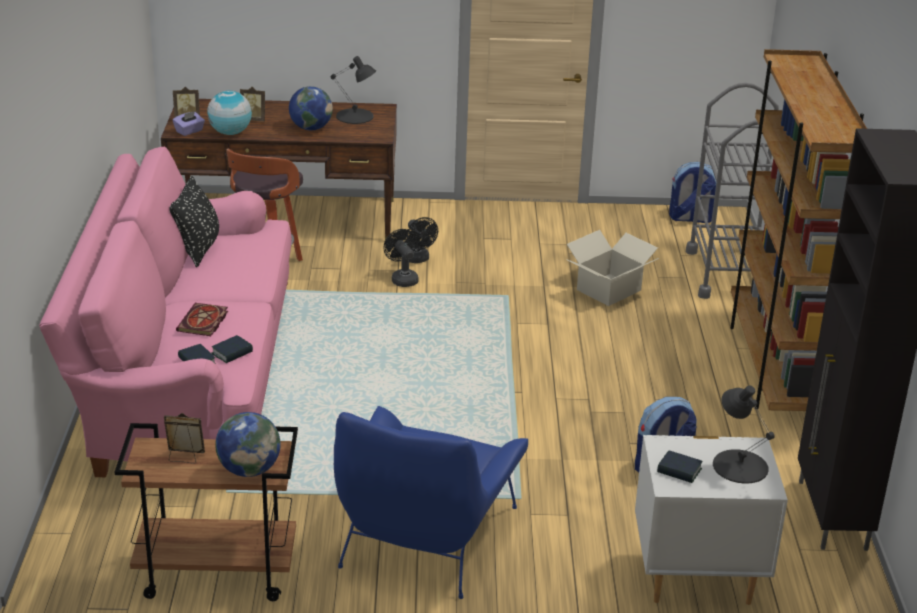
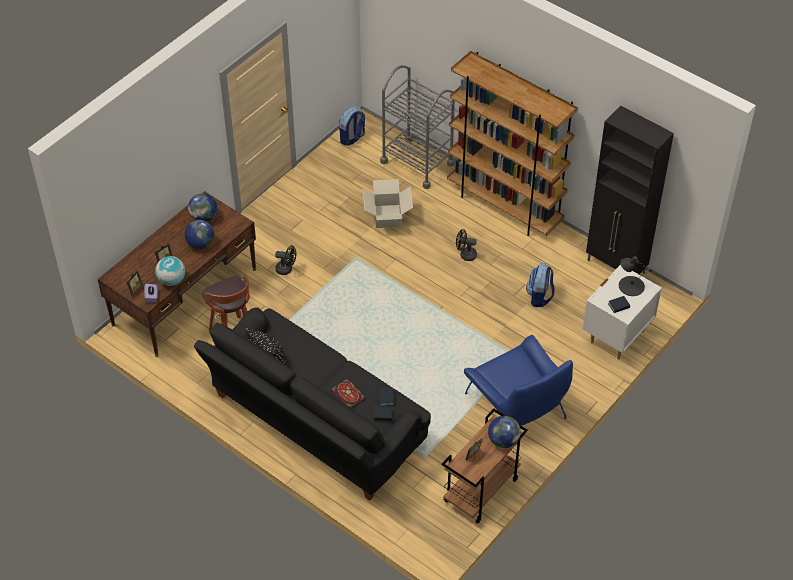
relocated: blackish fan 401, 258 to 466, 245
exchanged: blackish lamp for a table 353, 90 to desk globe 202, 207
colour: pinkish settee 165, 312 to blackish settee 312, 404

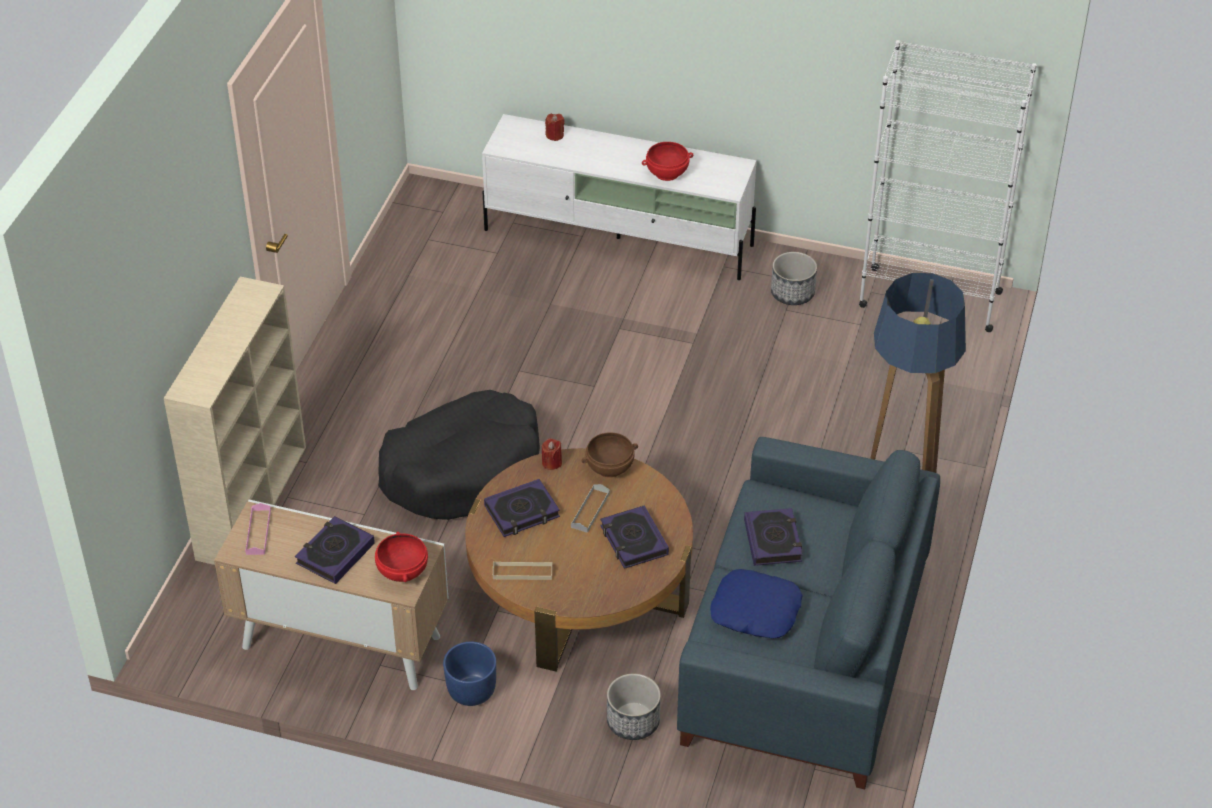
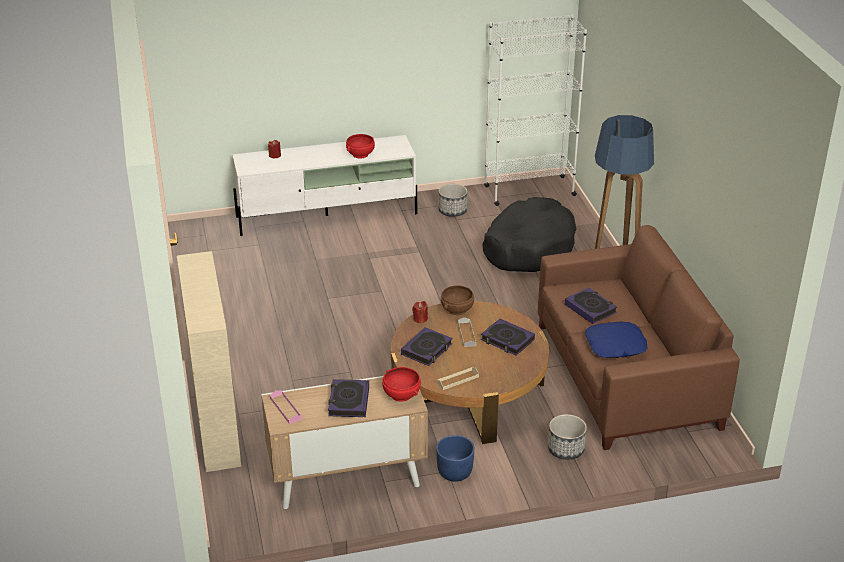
relocated: blackish dog bed 459, 455 to 529, 234
colour: bluish settee 808, 613 to brownish settee 639, 337

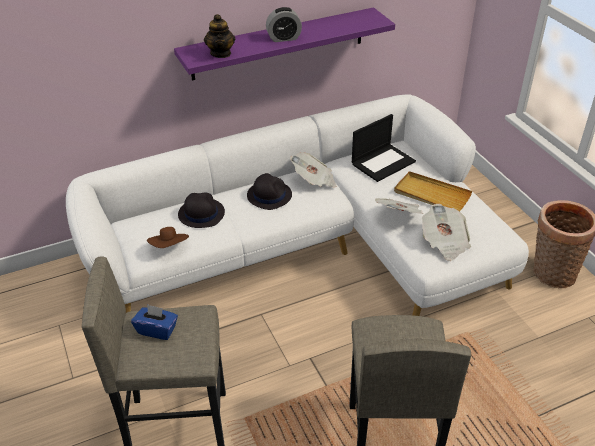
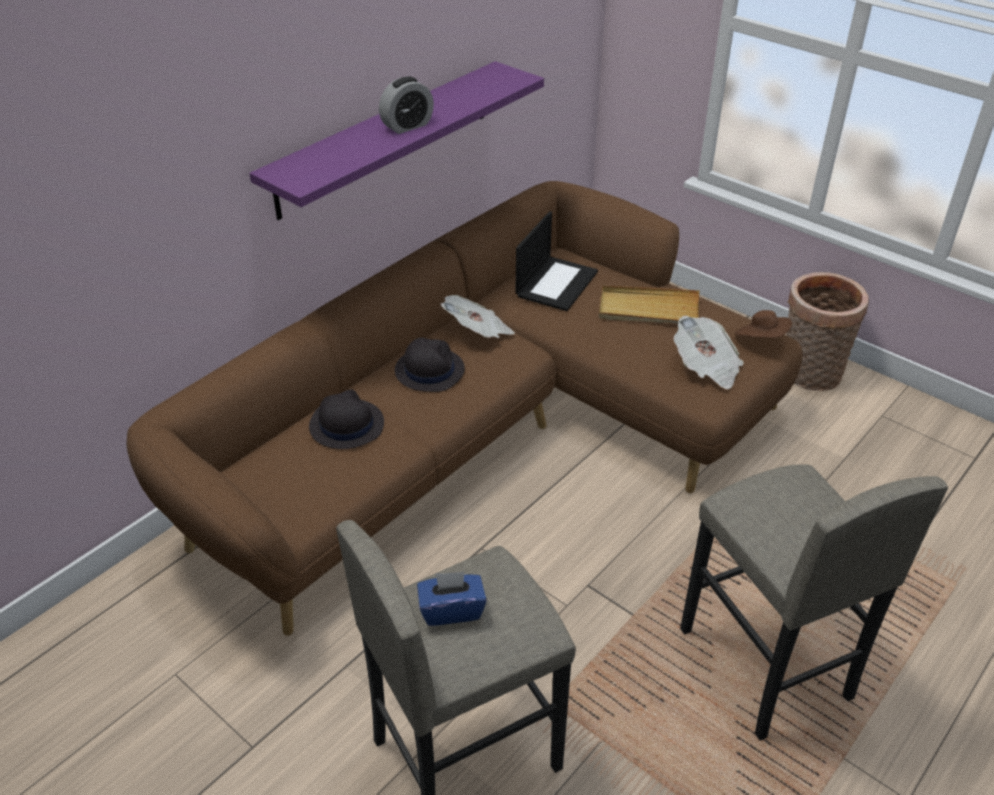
missing: pot for tea 219, 36; daily paper 399, 206
relocated: brownish clothing hat 168, 237 to 763, 324
colour: white settee 297, 205 to brownish settee 465, 408

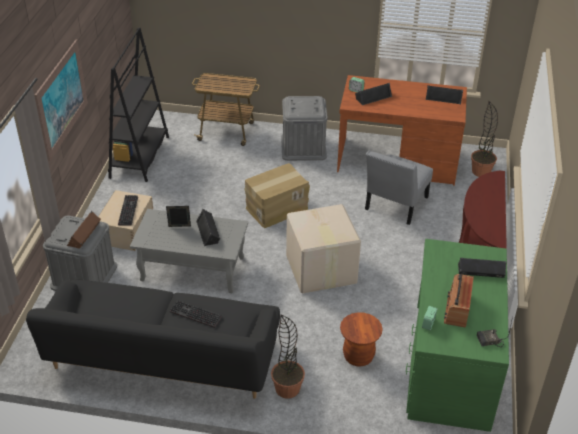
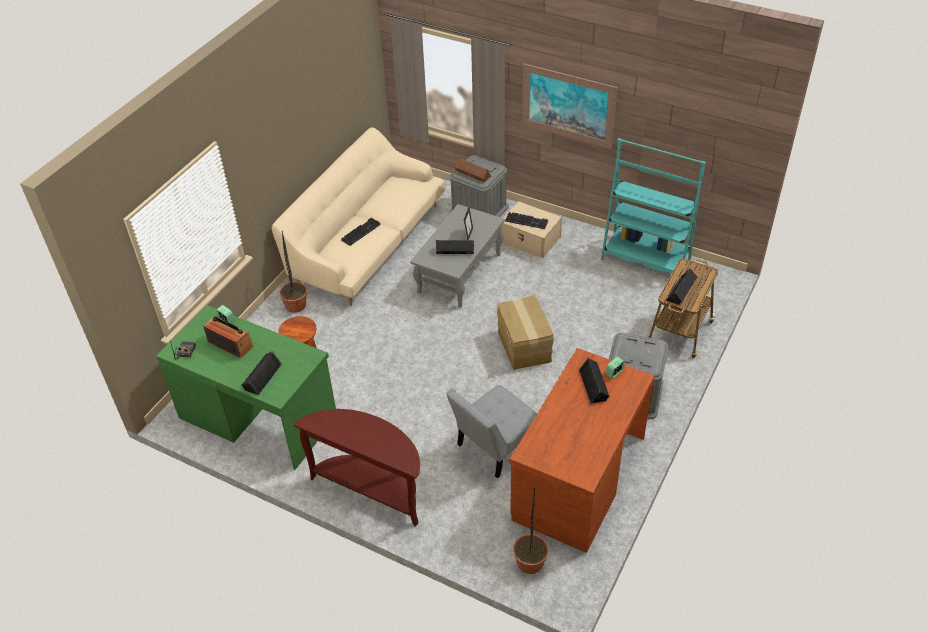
missing: carton 323, 248
relocated: blackish loudspeaker 444, 94 to 682, 286
colour: blackish settee 153, 339 to beige settee 358, 216; blackish bookcase 138, 105 to turquoise-coloured bookcase 653, 207
spun: grey chair 399, 187 = 491, 432 90 degrees counterclockwise

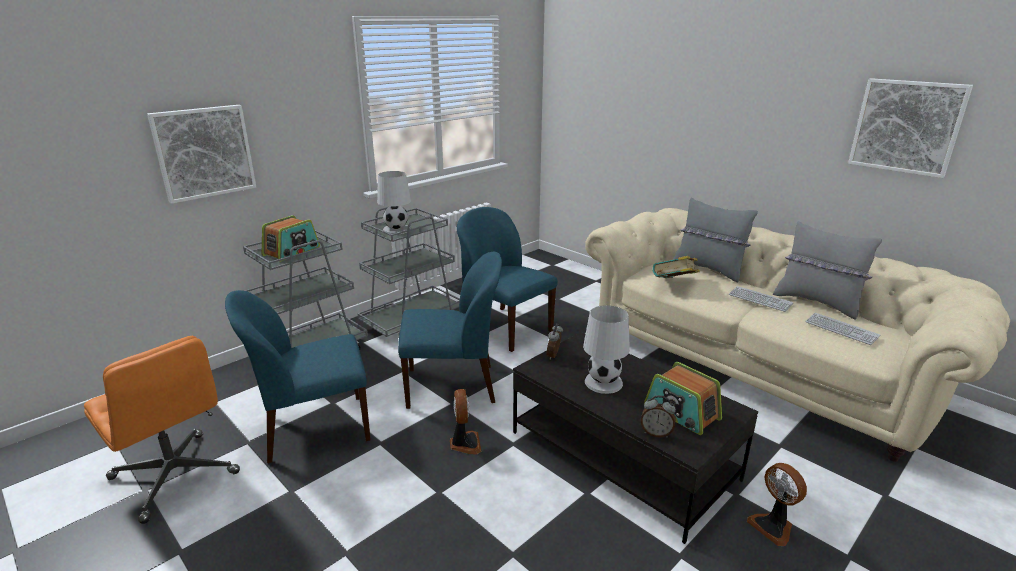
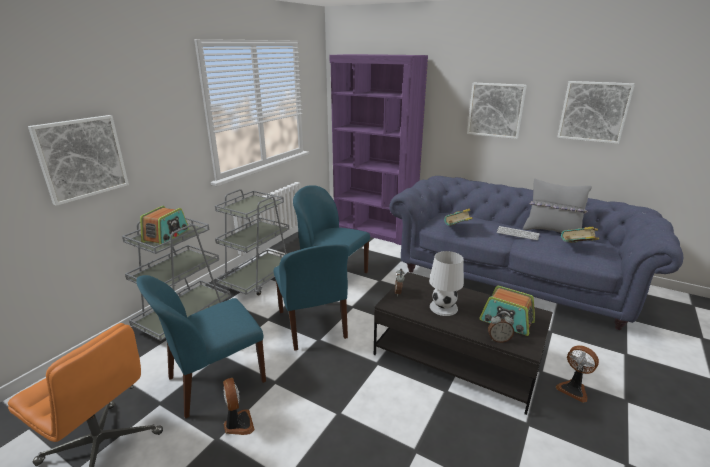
missing: white lamp for a table 394, 202; grey cushion 715, 239
appeared: purple-coloured bookcase 378, 149; picture 497, 111
relocated: fan 466, 422 to 239, 406
exchanged: PC keyboard 842, 329 to bound book 580, 234
colour: beige settee 797, 335 to bluish settee 536, 253
spun: bluish chair 450, 330 = 312, 297 90 degrees clockwise

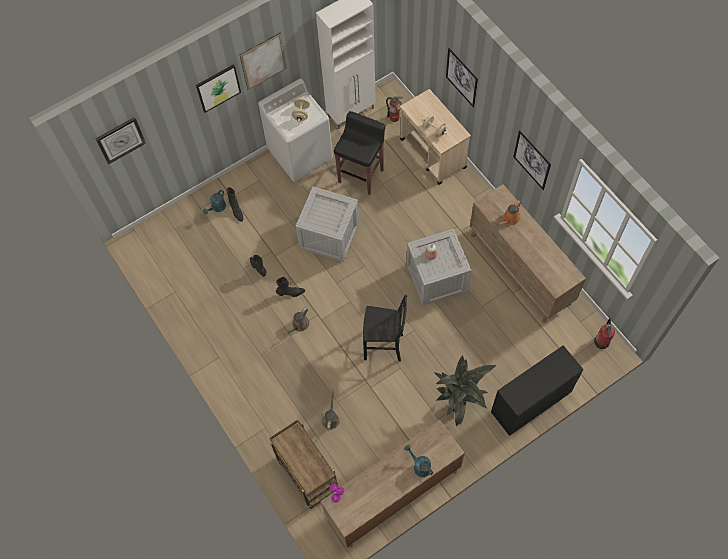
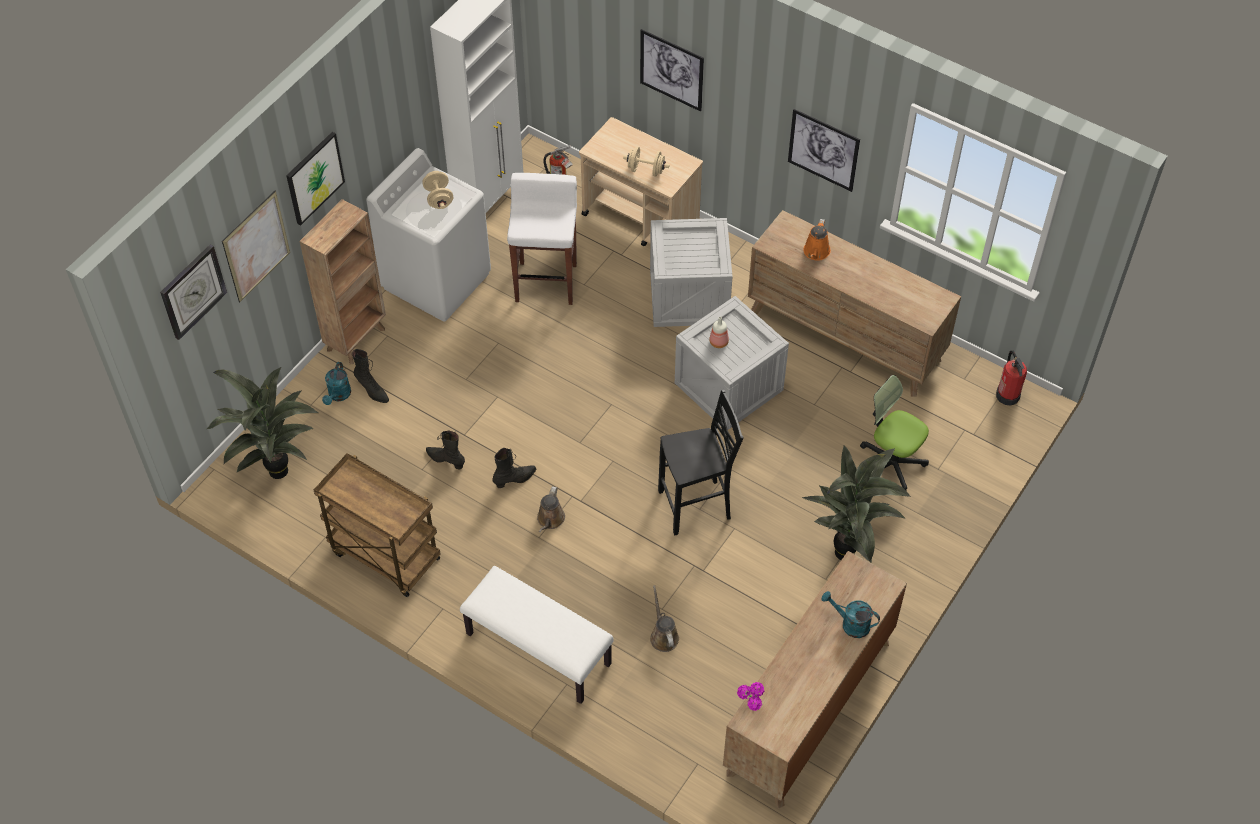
missing: blackish desk 537, 390
appeared: potted plant 262, 423; brownish bookcase 342, 282; white indoor bench 537, 635; computer chair 894, 432
relocated: picture 263, 61 to 256, 246; brownish trolley 303, 464 to 377, 525; crate 327, 224 to 691, 272
colour: blackish stool seat 359, 153 to white stool seat 542, 239

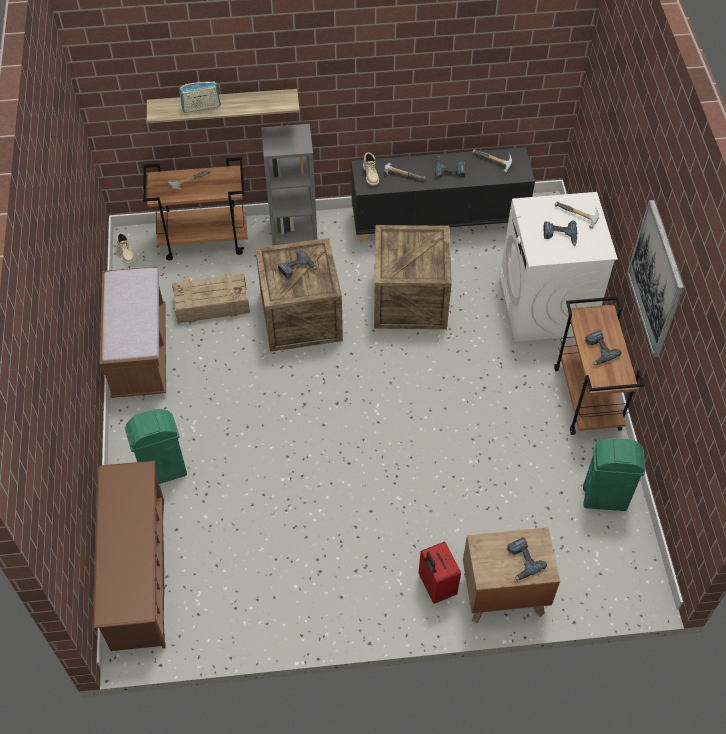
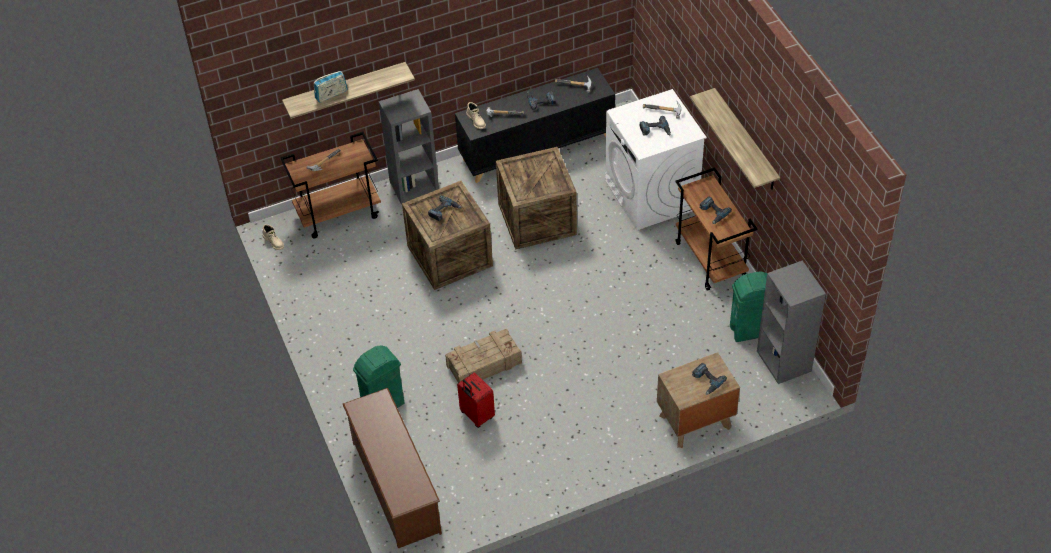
missing: brownish indoor bench 132, 332
appeared: grey bookcase 791, 322
relocated: crate 211, 298 to 483, 356; red piece of luggage 440, 572 to 476, 400
exchanged: picture 656, 279 to shelf 735, 139

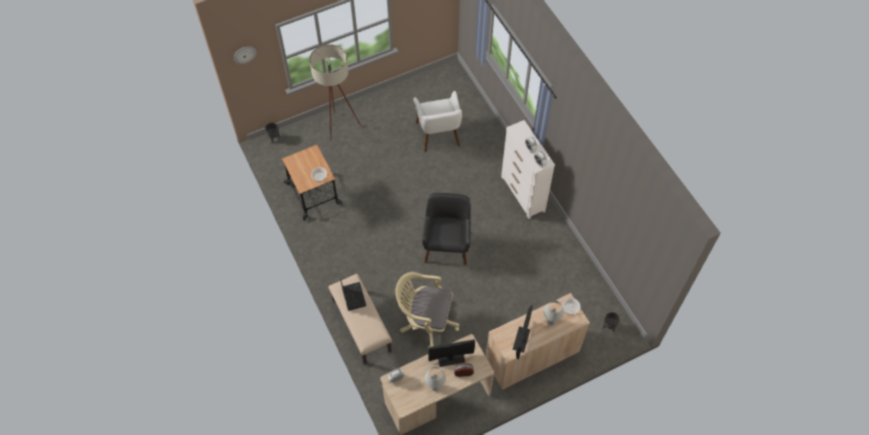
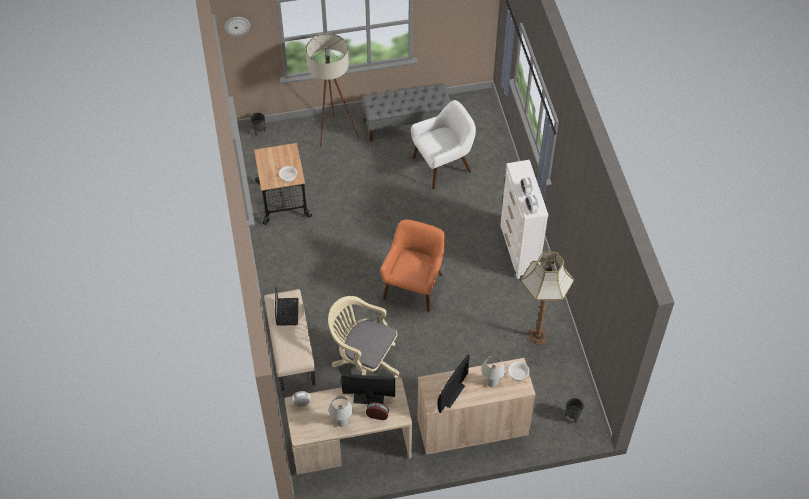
appeared: grey indoor bench 406, 112; standing lamp 547, 298
colour: blackish armchair 446, 229 to orange-coloured armchair 412, 266
spun: white armchair 437, 121 = 443, 144 120 degrees counterclockwise

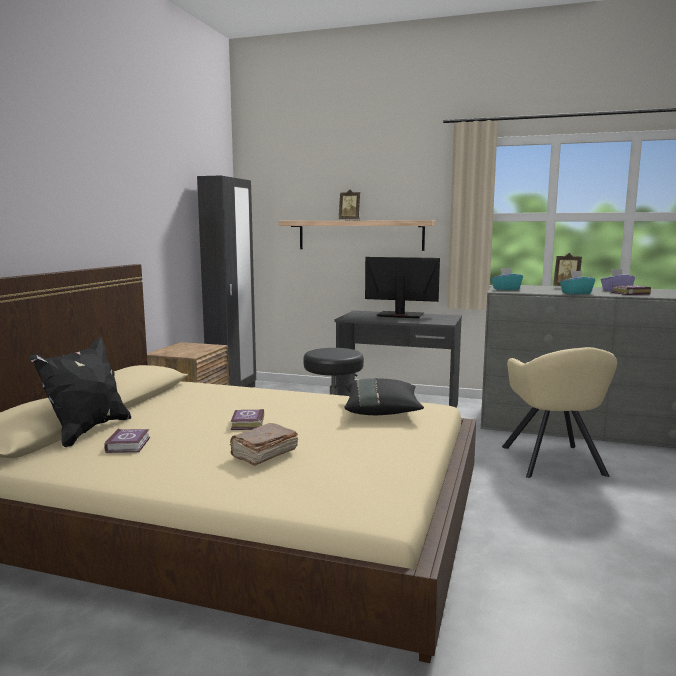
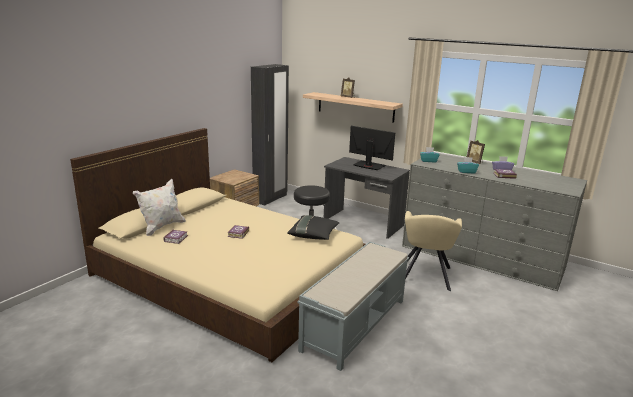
missing: brownish bound book 264, 444
appeared: grey indoor bench 353, 306
colour: blackish cushion 80, 392 to white cushion 159, 207

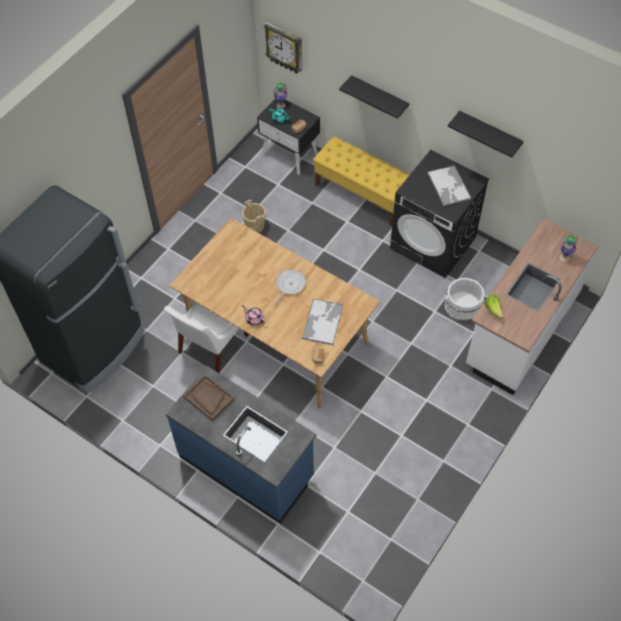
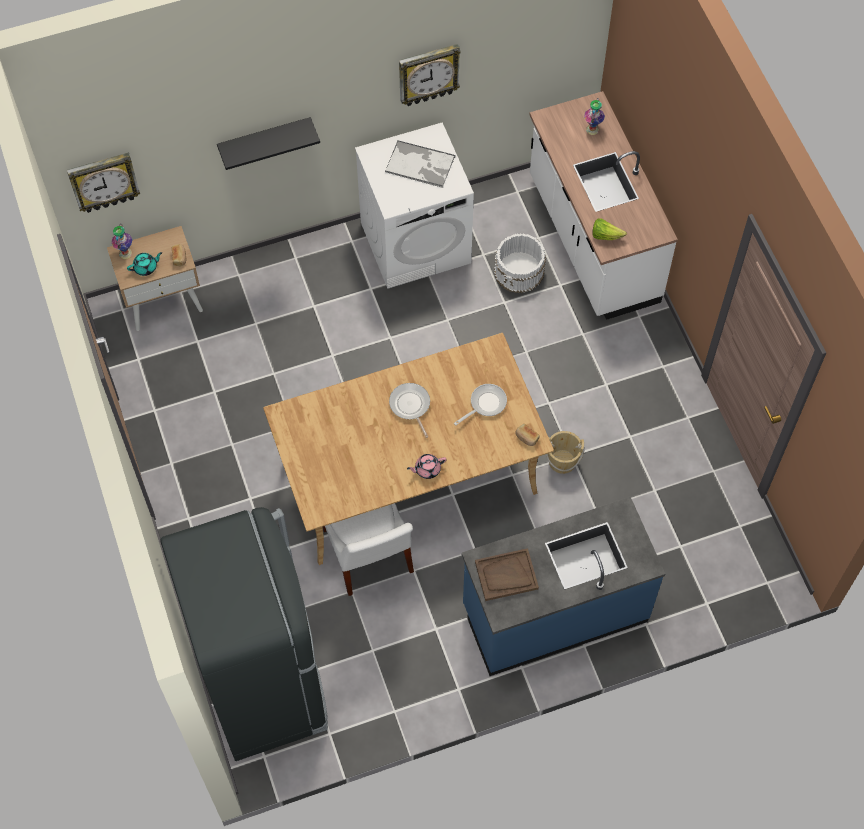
missing: yellow-coloured indoor bench 361, 181
relocated: beige water bucket 254, 216 to 565, 452
exchanged: blackish shelf 486, 134 to wall clock 430, 75; carrying tray 322, 322 to frying pan 480, 404
colour: blackish bedside table 288, 137 to beige bedside table 155, 278; blackish laundry appliance 439, 214 to white laundry appliance 414, 205

